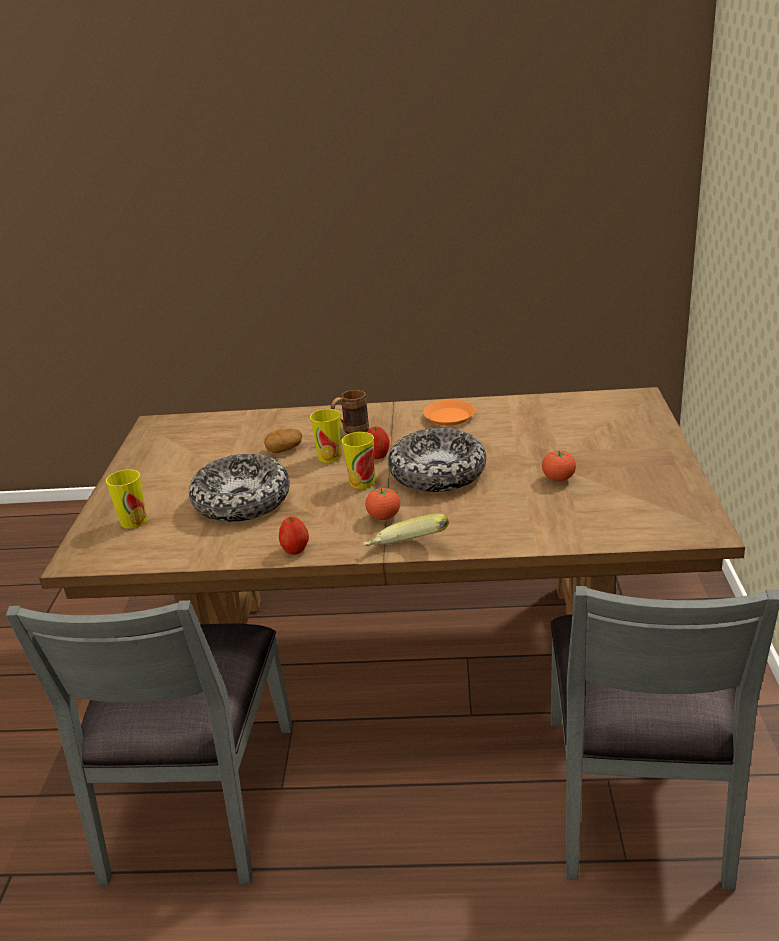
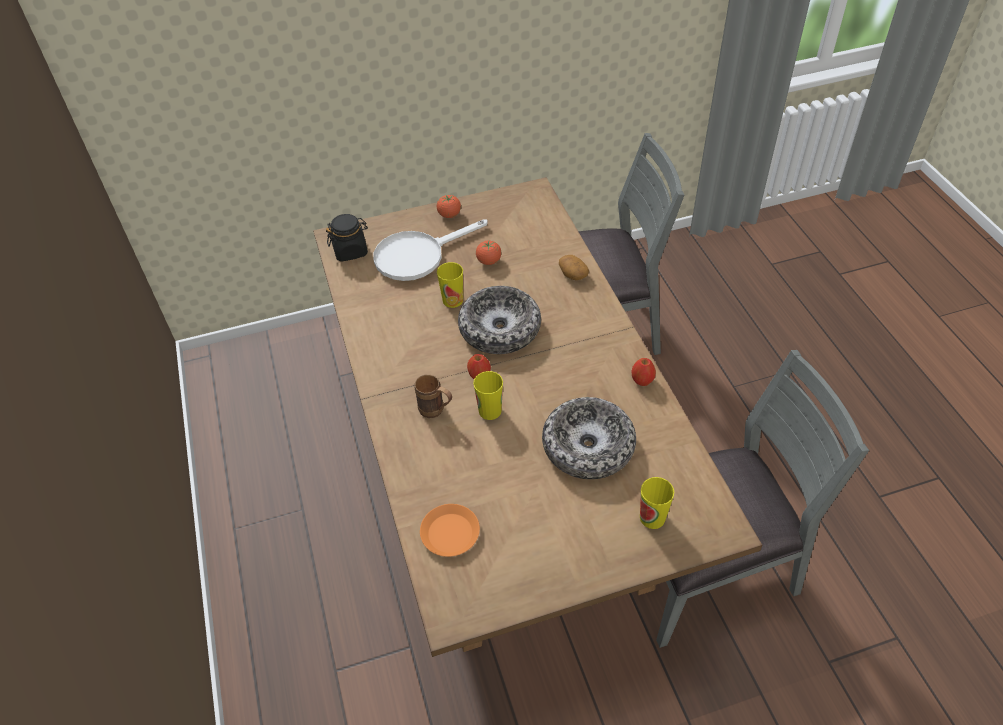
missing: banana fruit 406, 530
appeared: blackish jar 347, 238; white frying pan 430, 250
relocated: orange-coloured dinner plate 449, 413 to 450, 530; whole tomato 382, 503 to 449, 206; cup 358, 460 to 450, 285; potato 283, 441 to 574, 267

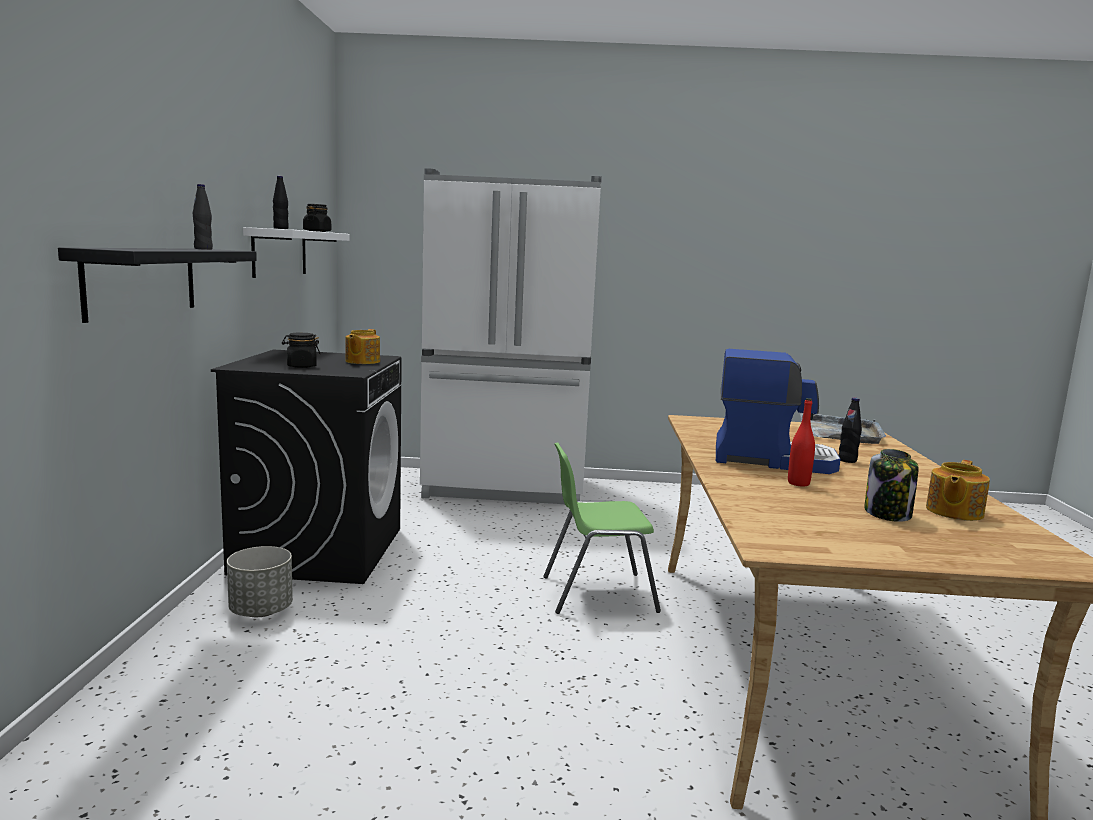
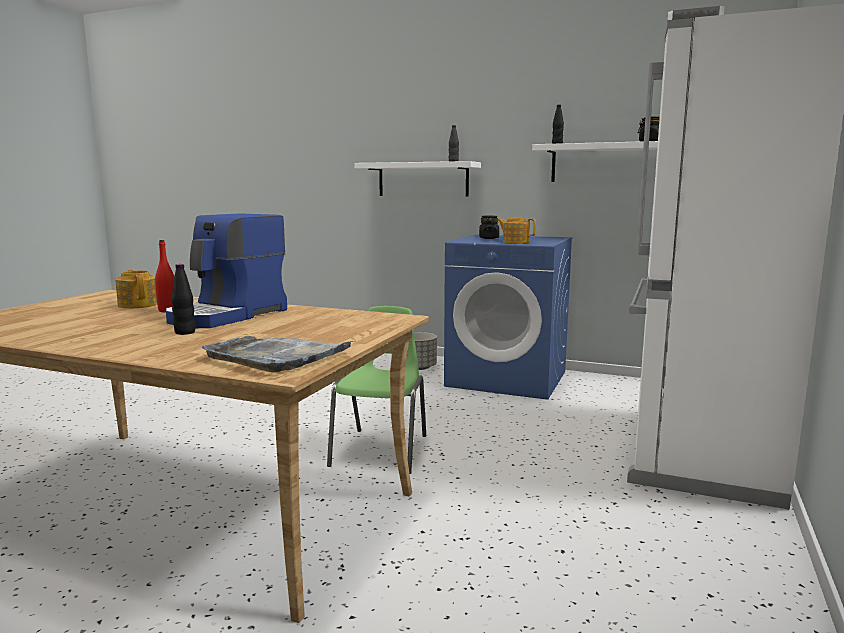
missing: jar 891, 485
relocated: pot for tea 958, 490 to 136, 289
colour: blackish shelf 157, 285 to white shelf 417, 178; blackish laundry appliance 306, 466 to bluish laundry appliance 508, 317

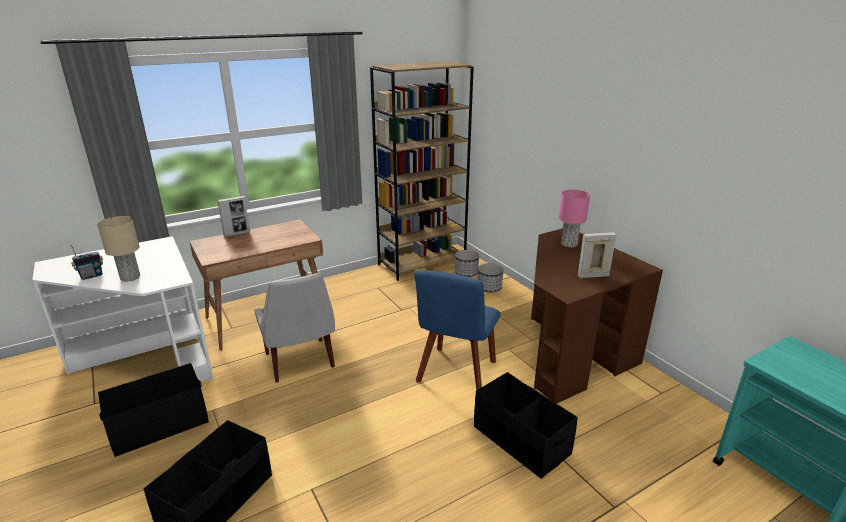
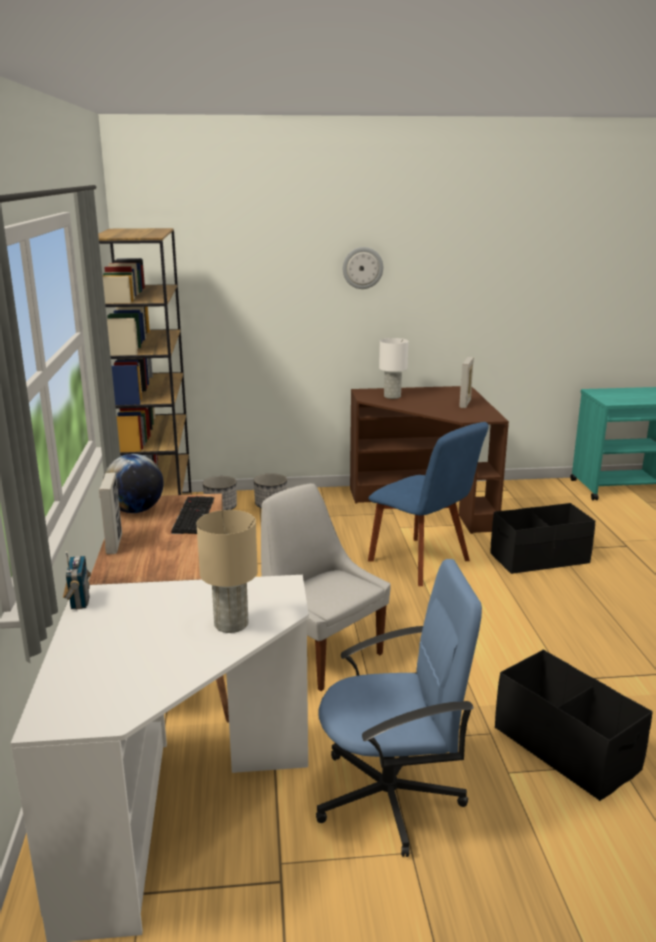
appeared: desk globe 133, 483; PC keyboard 192, 515; wall clock 363, 268
relocated: radio receiver 86, 262 to 77, 580
exchanged: blackish storage bin 153, 410 to bluish computer chair 399, 708
colour: pinkish lamp for a table 574, 218 to white lamp for a table 393, 368
spun: white chair 294, 327 = 326, 587 135 degrees counterclockwise

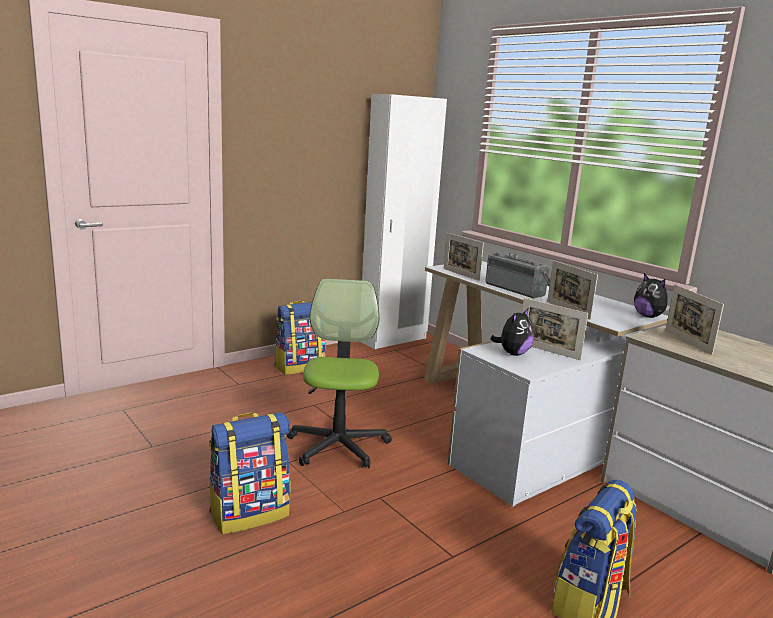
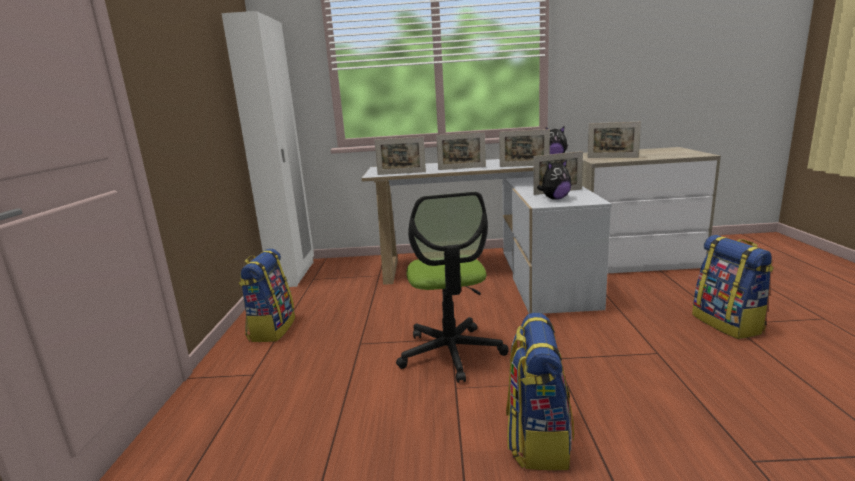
exchanged: radio receiver 517, 275 to picture frame 461, 151
spun: computer chair 339, 373 = 452, 287 135 degrees counterclockwise; plush toy 512, 332 = 554, 179 75 degrees clockwise

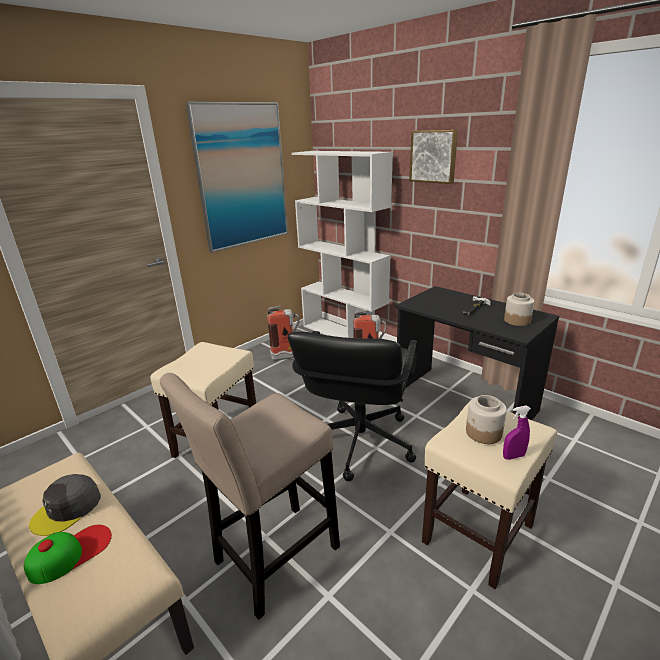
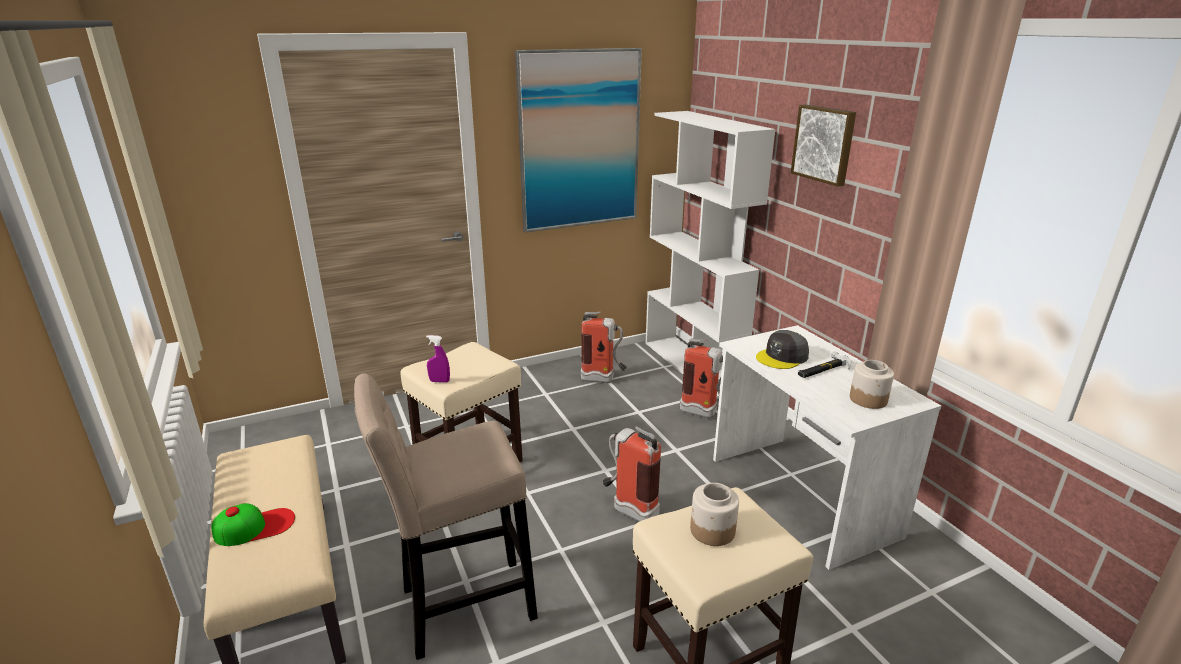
relocated: purple-coloured sprayer 517, 432 to 438, 359; grey peaked cap 65, 505 to 782, 349
exchanged: blackish computer chair 352, 406 to extinguisher 632, 474
colour: blackish desk 477, 353 to white desk 827, 447

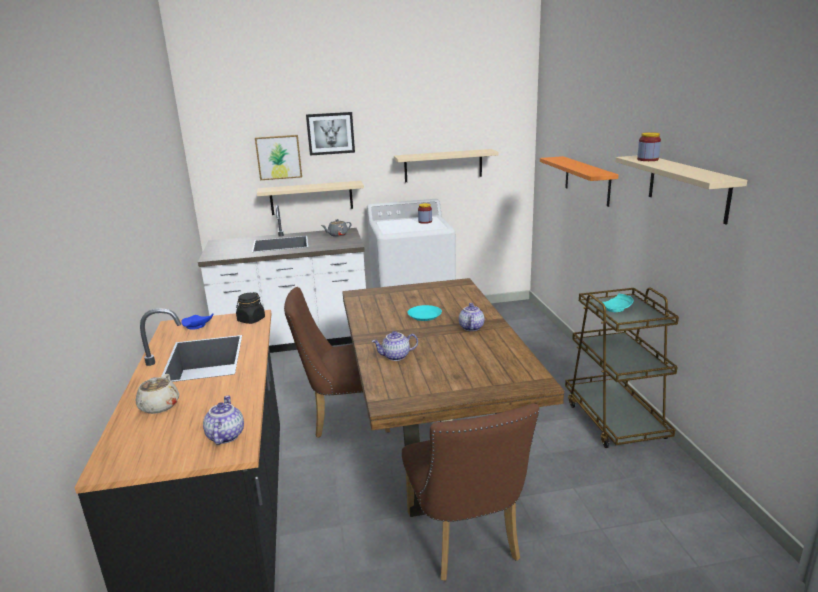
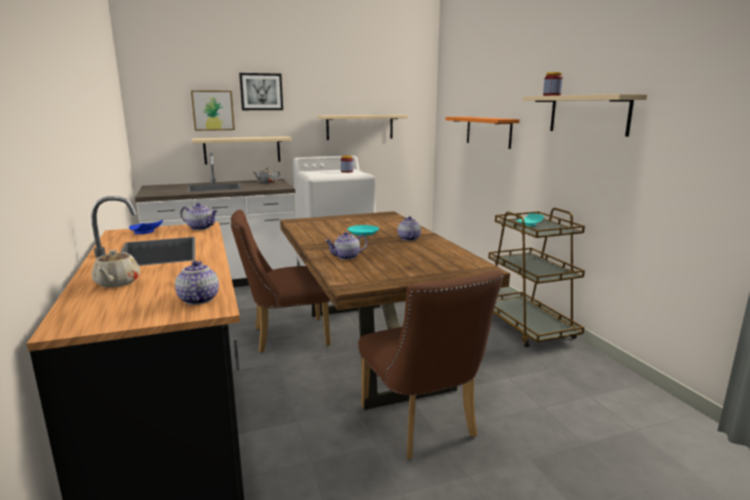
exchanged: blackish jar 250, 308 to pot for tea 199, 216

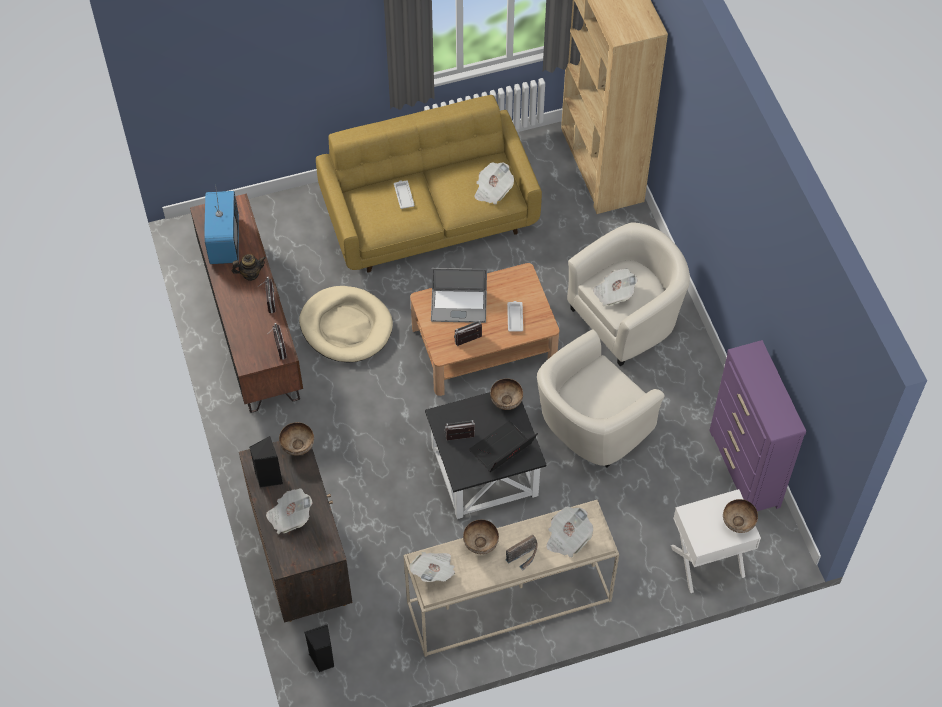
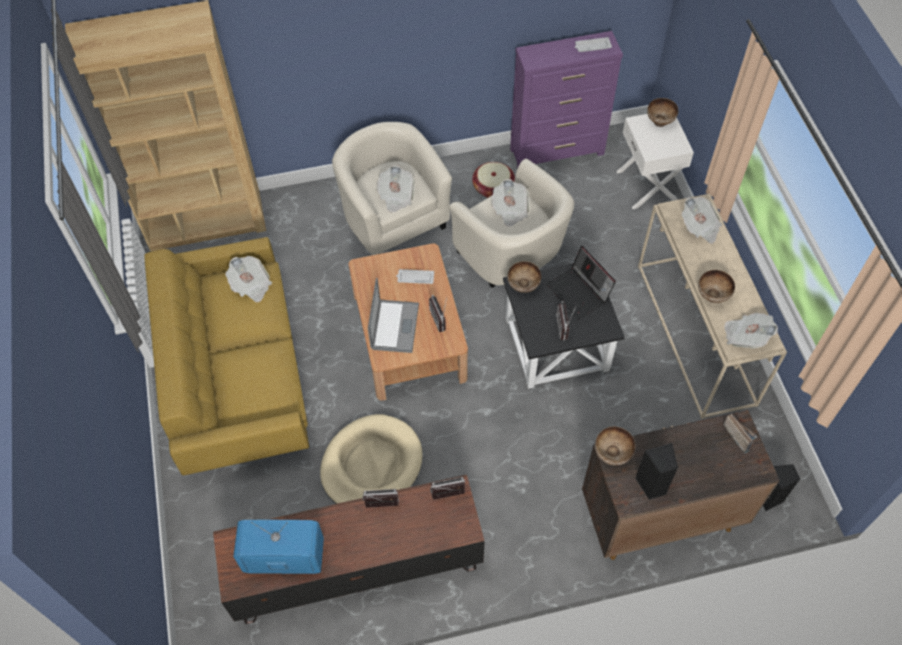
missing: pot for tea 249, 267
appeared: storage basket 493, 180
relocated: daily paper 289, 511 to 510, 203; white carrying tray 404, 194 to 593, 44; radio receiver 521, 553 to 740, 433

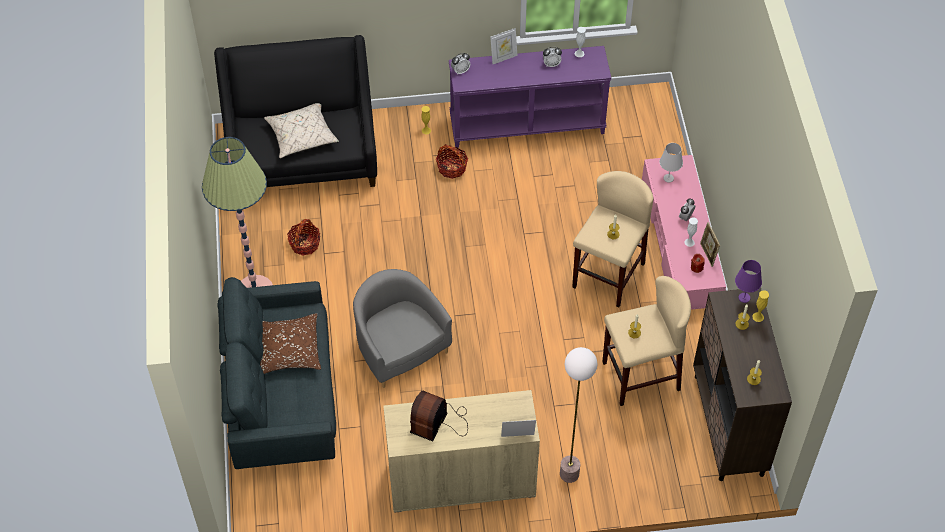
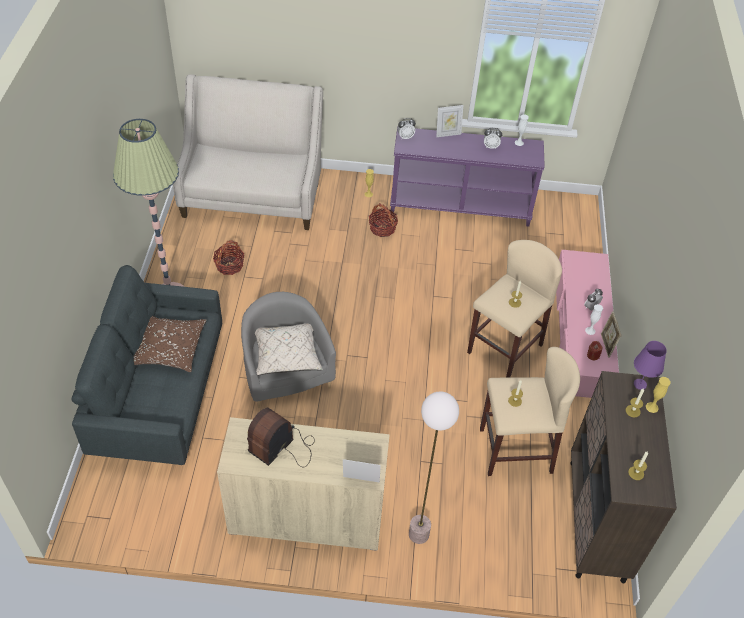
missing: white lamp for a table 671, 163
relocated: beige cushion 301, 130 to 289, 349
colour: blackish settee 295, 111 to beige settee 248, 152

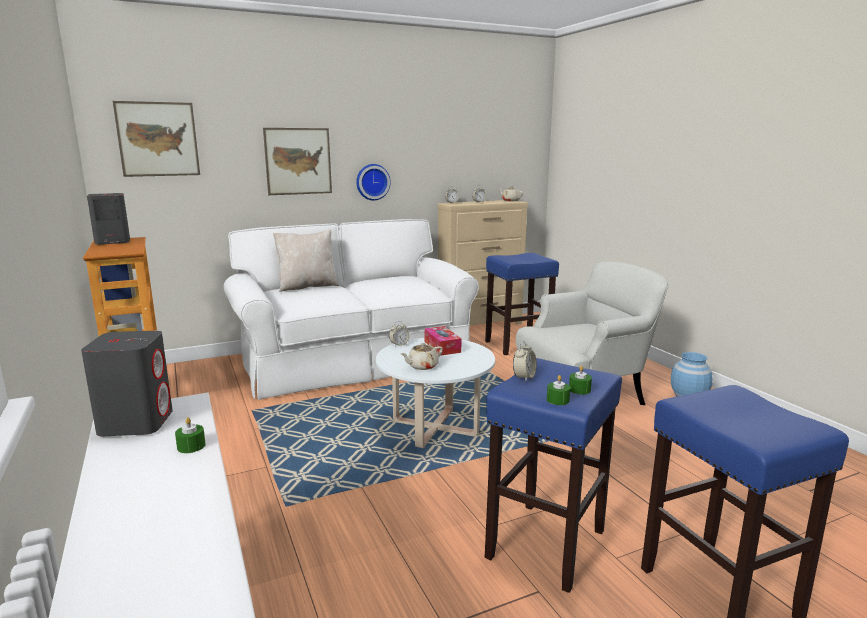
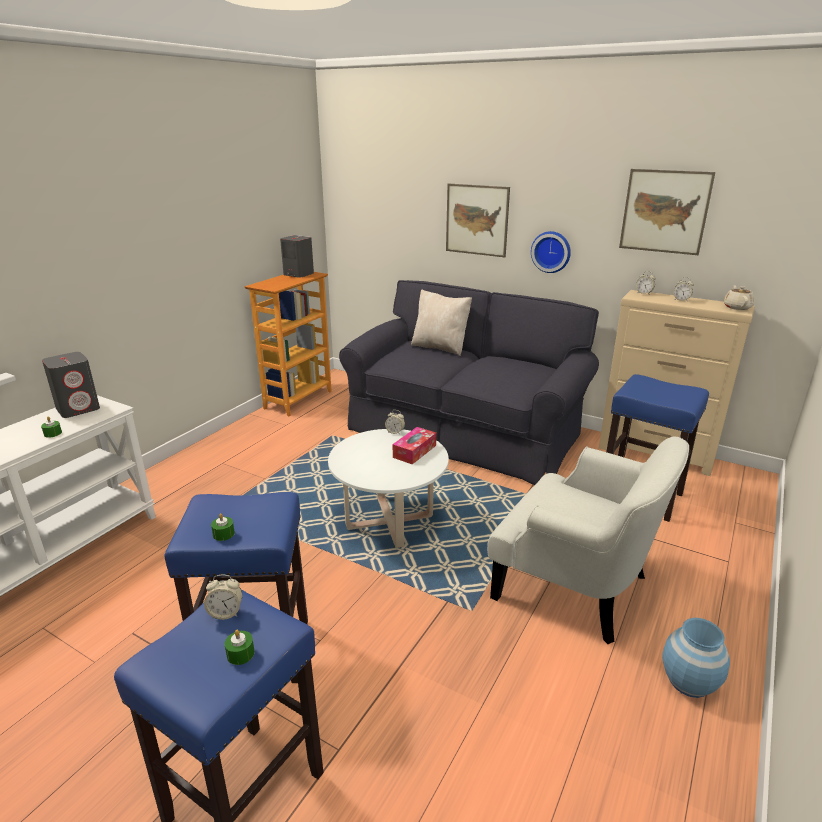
missing: beige pot for tea 421, 356
relocated: table clock 525, 361 to 223, 597; green wax light 558, 390 to 240, 647; picture 156, 139 to 667, 212
colour: white settee 351, 309 to blackish settee 469, 382

